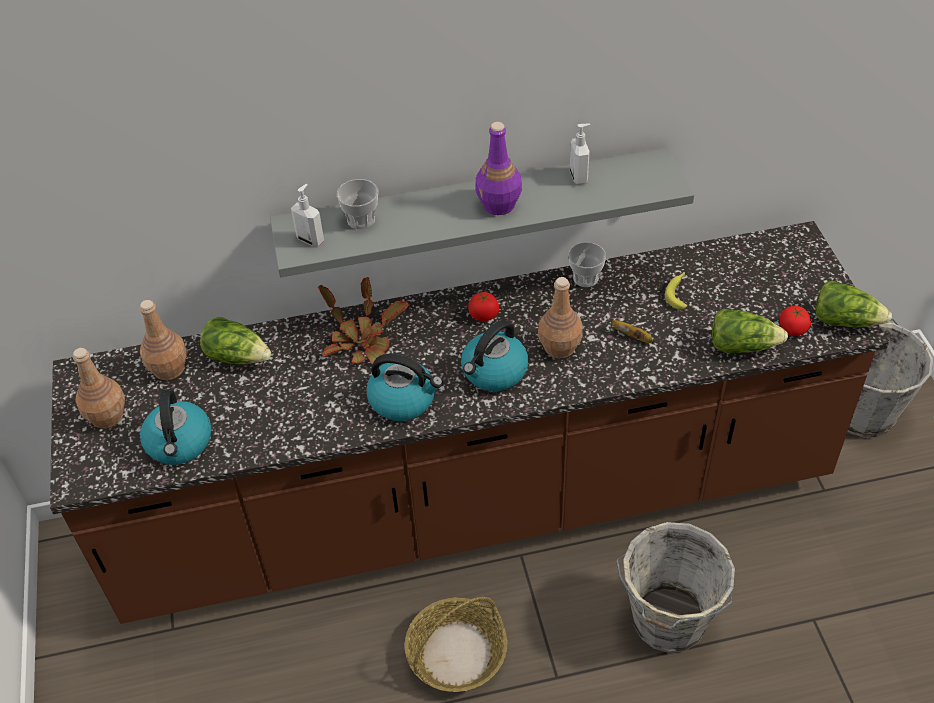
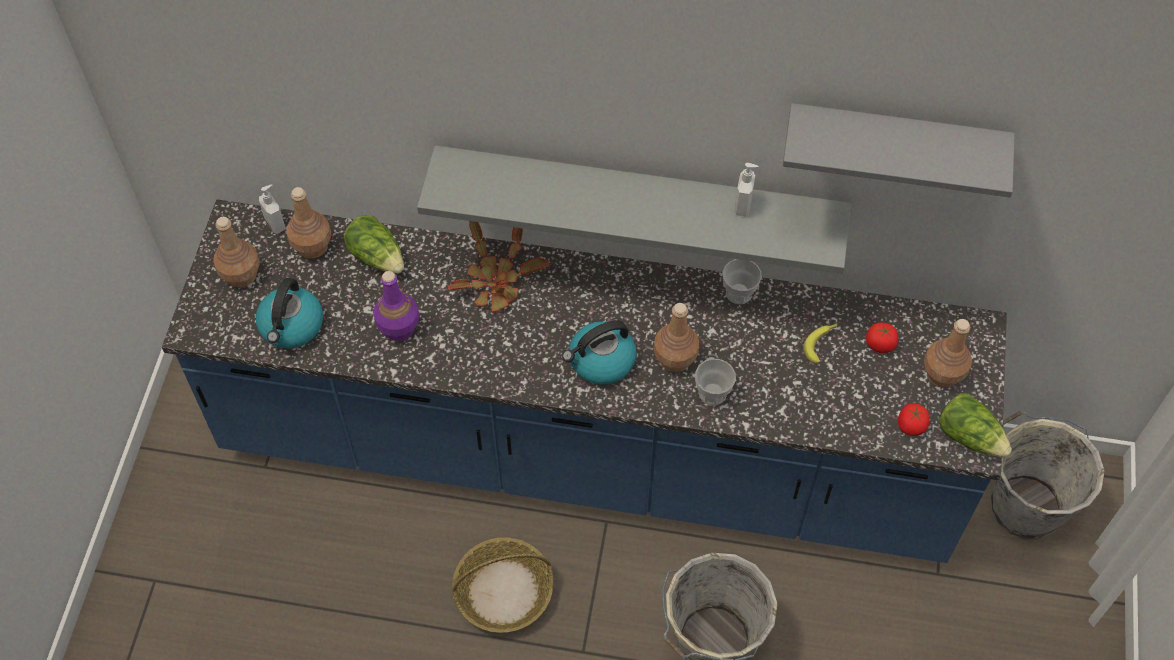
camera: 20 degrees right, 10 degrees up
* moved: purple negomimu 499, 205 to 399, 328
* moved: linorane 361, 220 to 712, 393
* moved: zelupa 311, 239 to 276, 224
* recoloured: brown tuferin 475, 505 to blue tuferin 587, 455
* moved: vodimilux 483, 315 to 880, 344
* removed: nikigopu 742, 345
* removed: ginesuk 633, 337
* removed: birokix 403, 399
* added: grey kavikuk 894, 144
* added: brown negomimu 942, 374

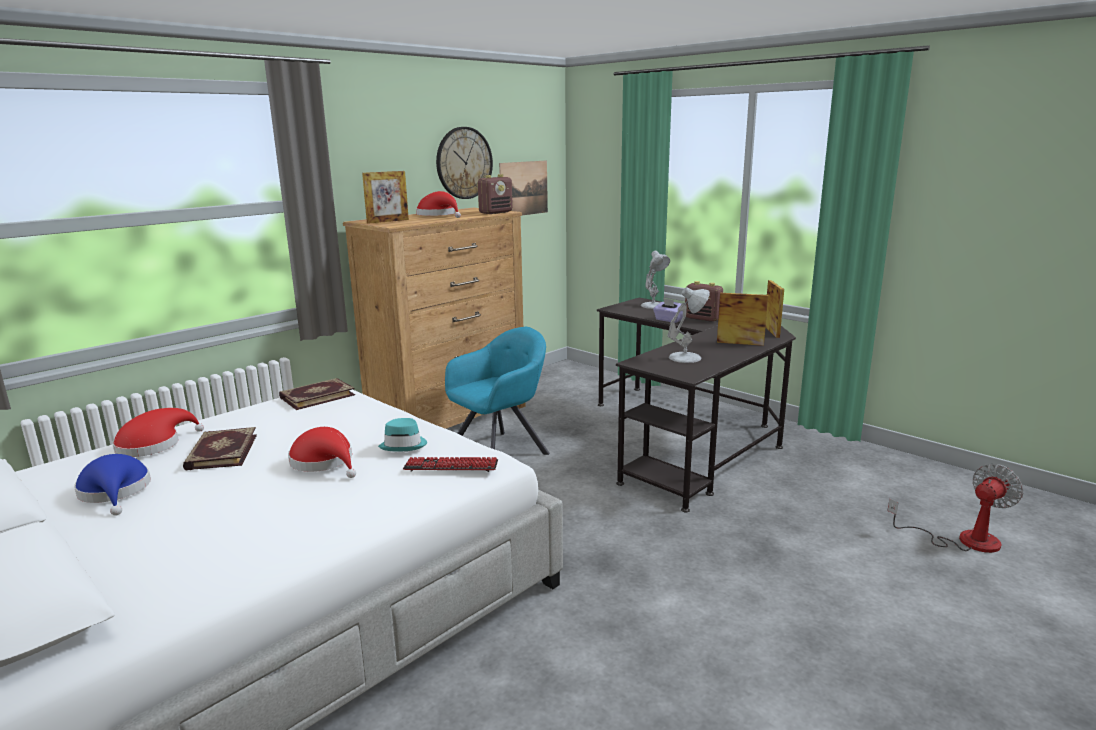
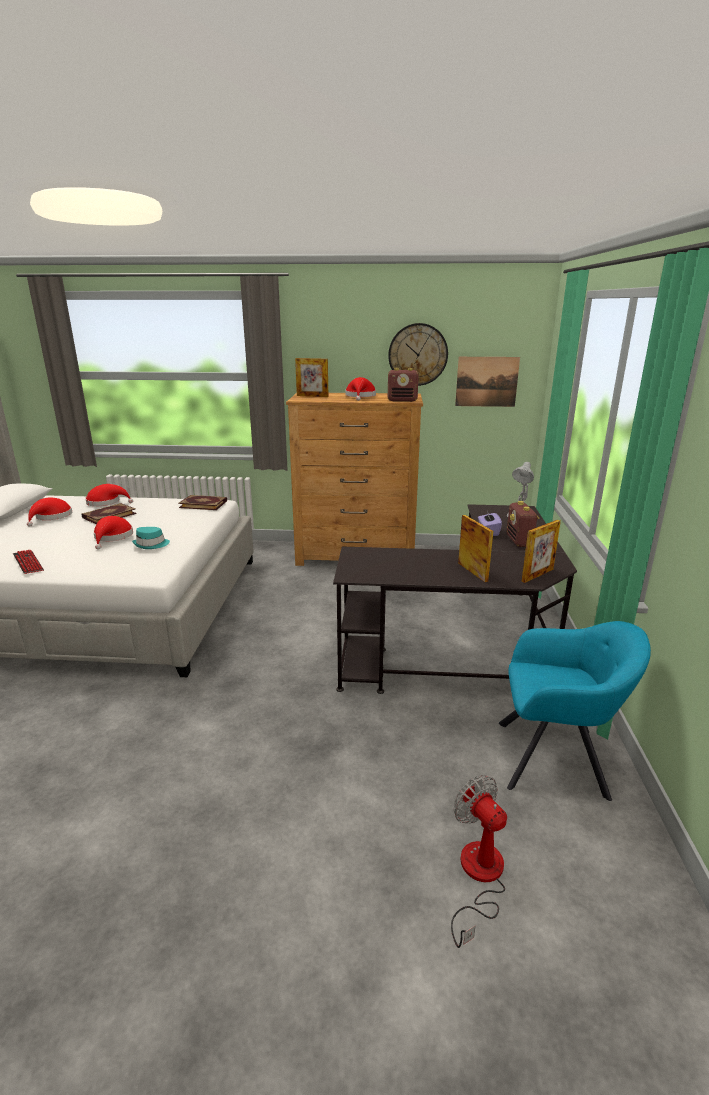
camera: 50 degrees right, 5 degrees up
* removed: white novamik 686, 357
* moved: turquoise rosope 500, 452 to 556, 758
* recoloured: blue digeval 115, 492 to red digeval 52, 517
* moved: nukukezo 451, 466 to 28, 563
* turned: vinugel 963, 540 = 478, 877 135 degrees counterclockwise

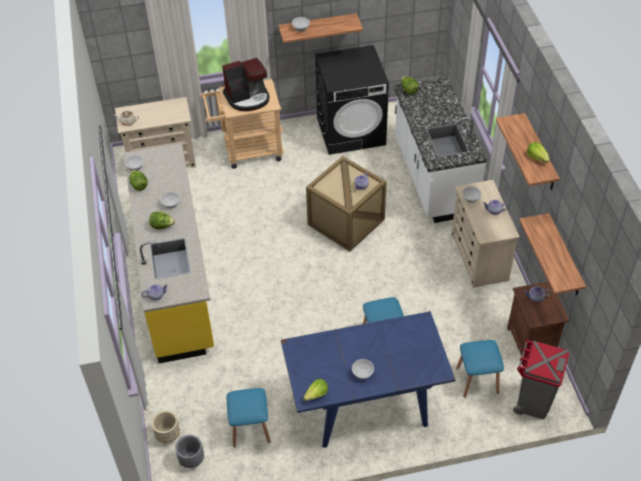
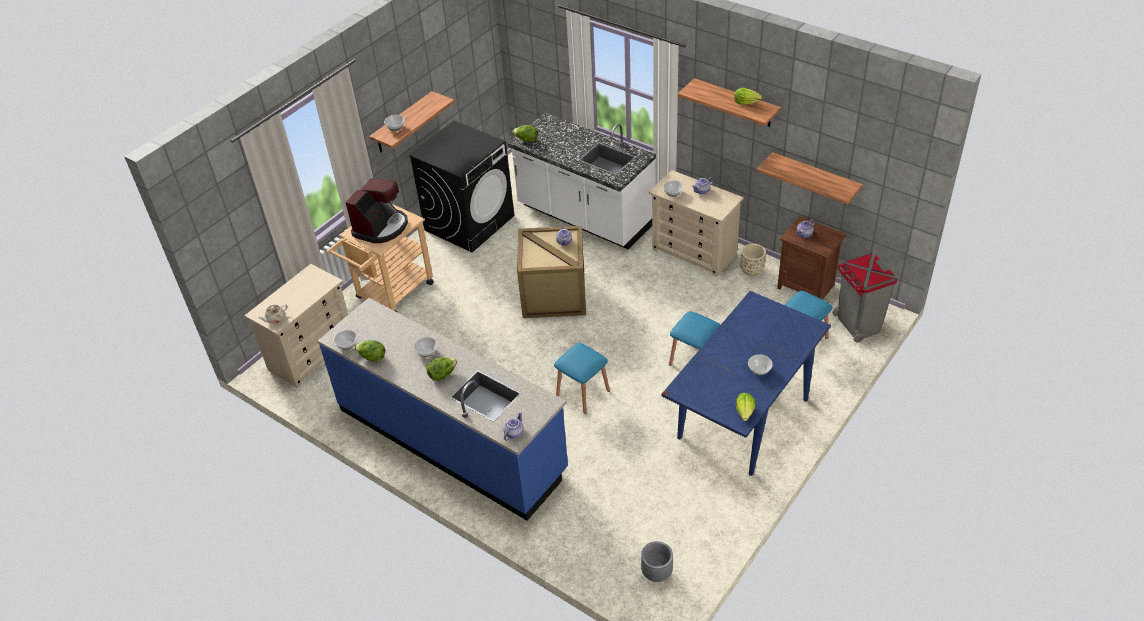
camera: 40 degrees left, 5 degrees down
* recoloured: yellow tuferin 176, 276 to blue tuferin 451, 439
* moved: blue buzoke 250, 428 to 582, 393
* moved: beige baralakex 168, 435 to 751, 270

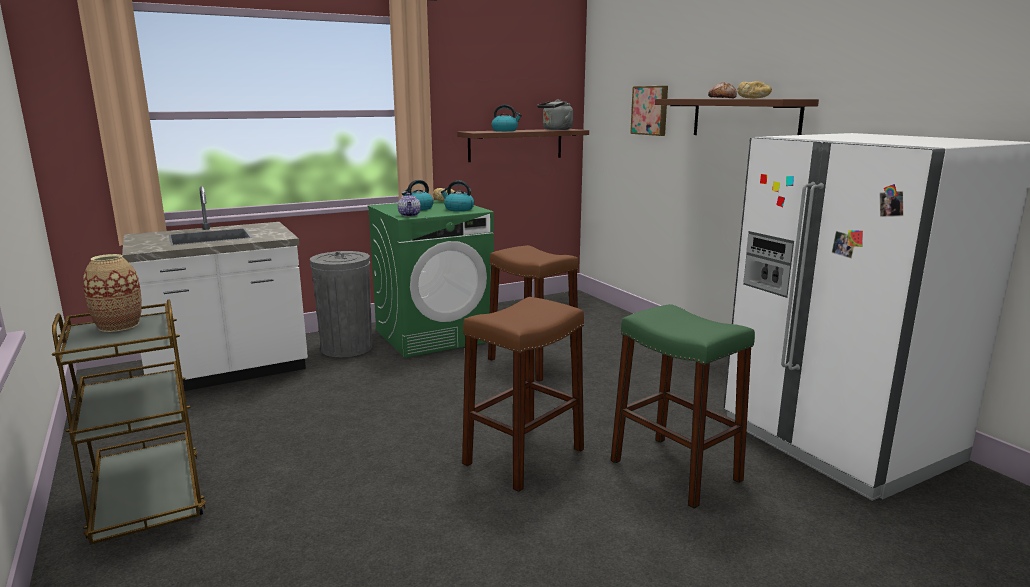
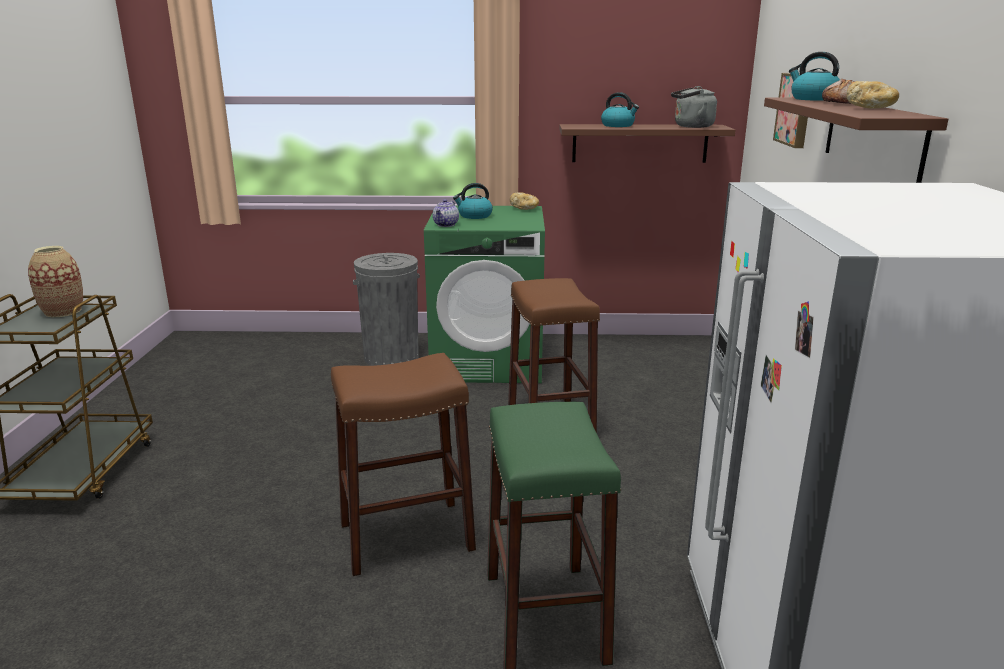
camera: 30 degrees right, 5 degrees up
* moved: birokix 458, 209 to 813, 99
* removed: white tuferin 228, 371

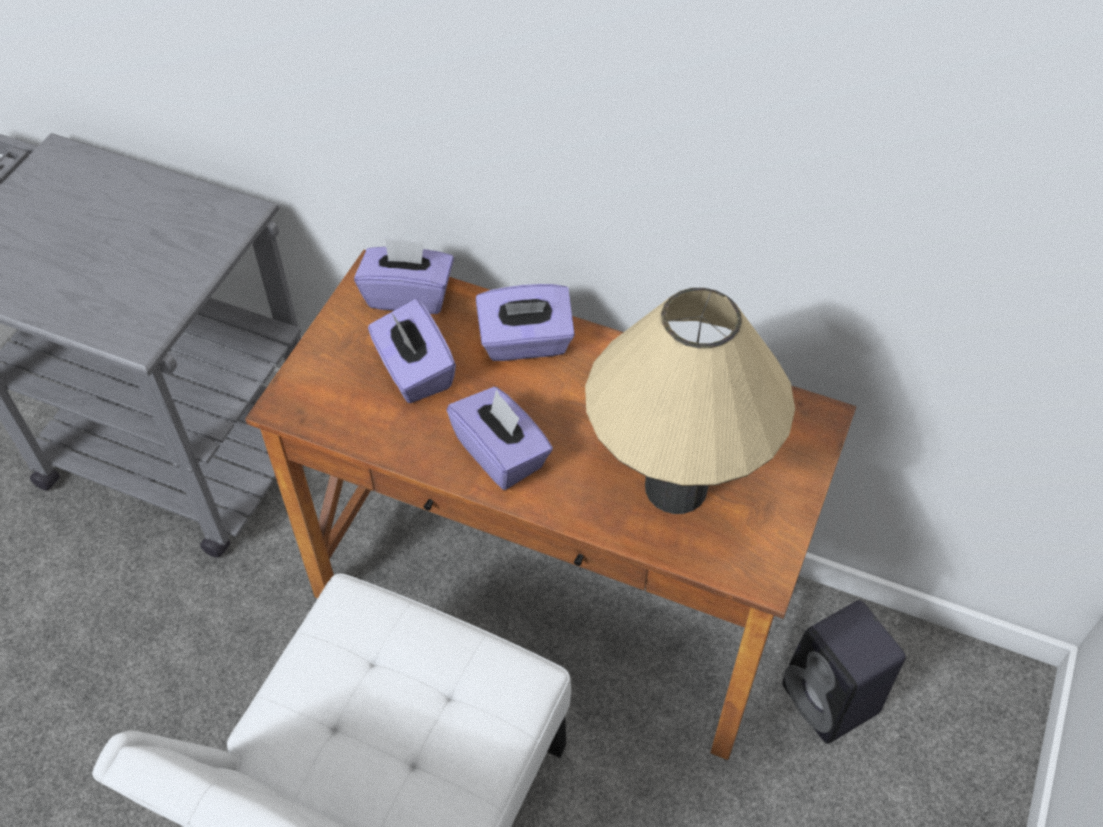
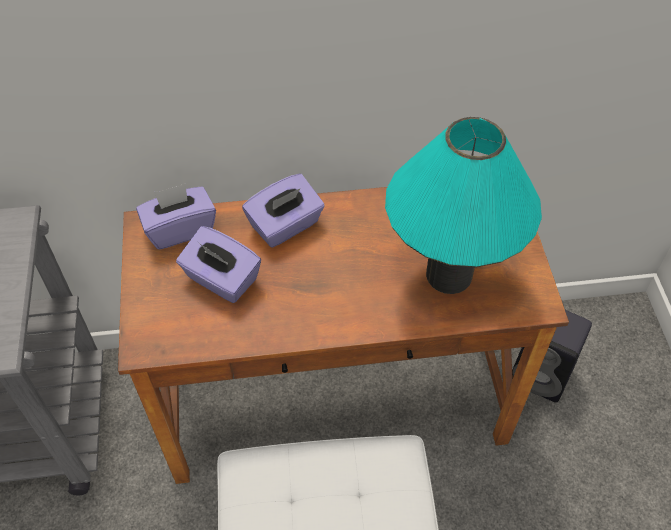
camera: 30 degrees left, 0 degrees up
* recoloured: beige novamik 676, 487 to turquoise novamik 449, 275
* removed: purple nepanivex 501, 454

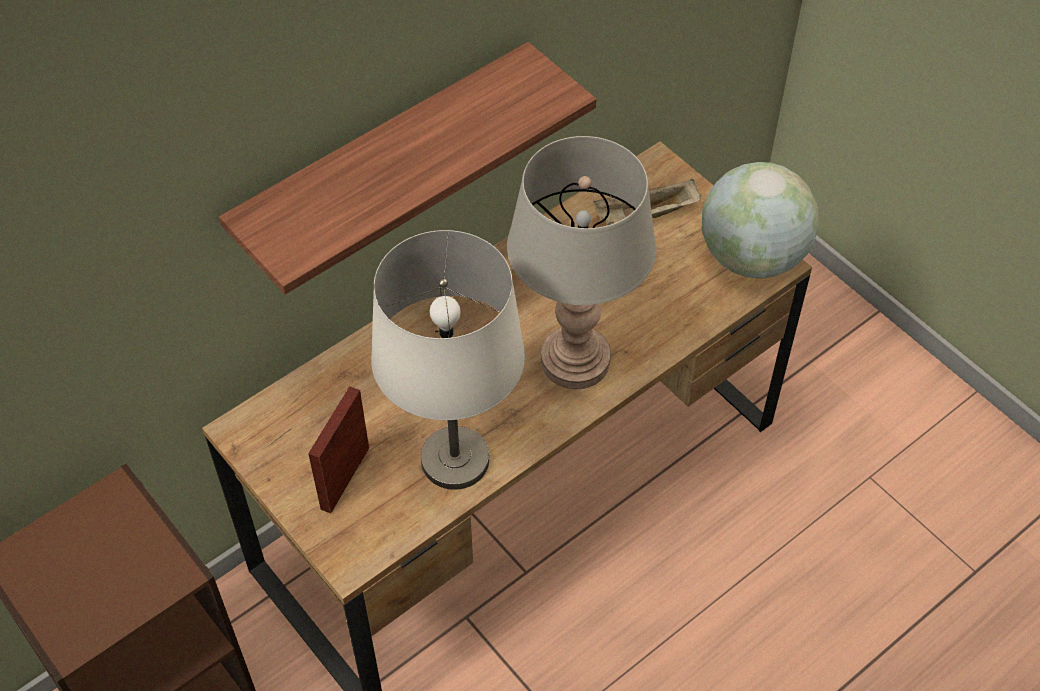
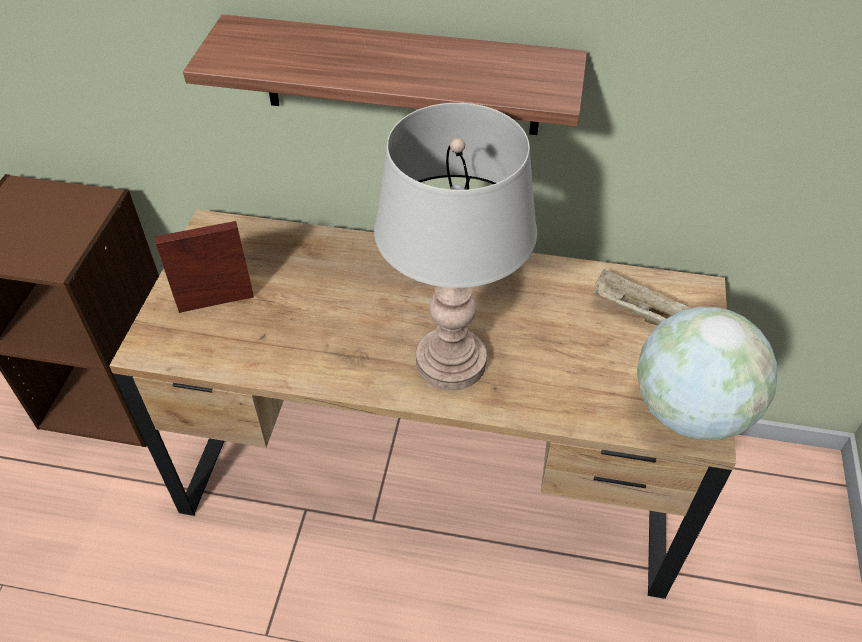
camera: 50 degrees right, 5 degrees down
* removed: white novamik 456, 461

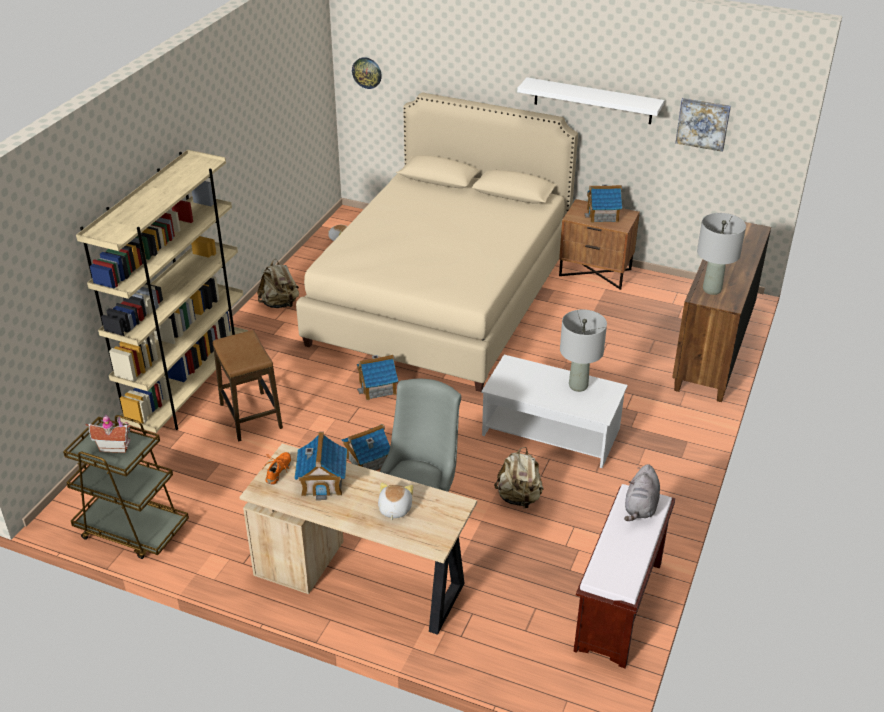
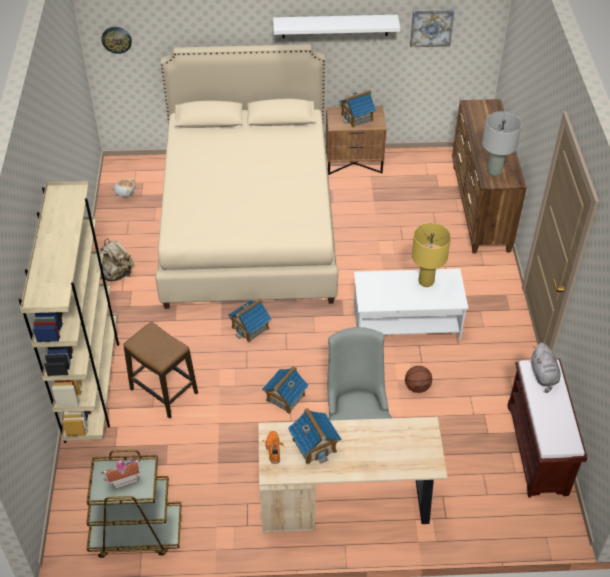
camera: 25 degrees left, 10 degrees up
* recoloured: grey novamik 578, 386 to yellow novamik 426, 282
* replaced: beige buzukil 519, 498 to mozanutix 417, 387
* removed: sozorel 394, 509

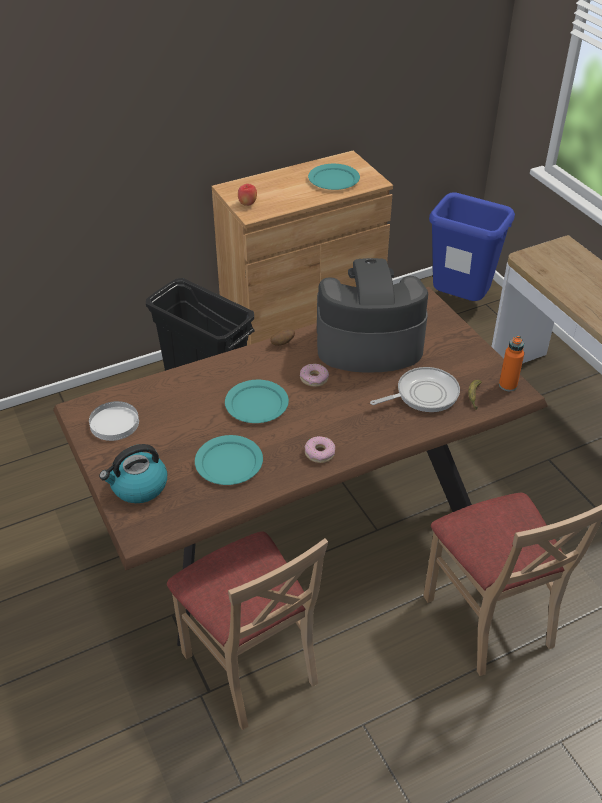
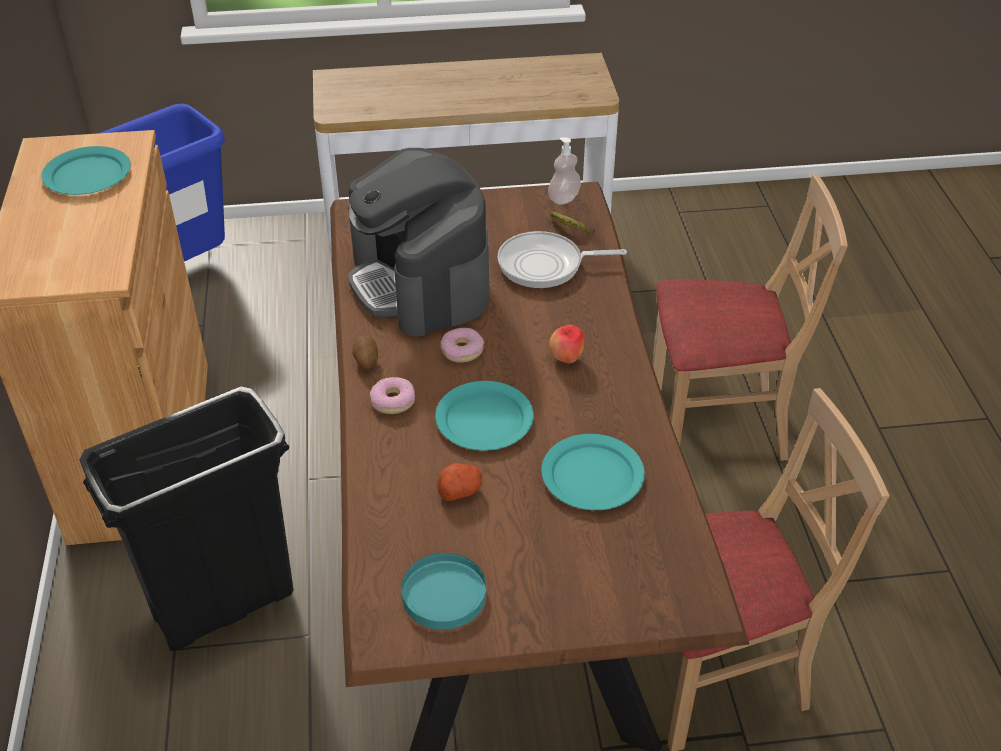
camera: 70 degrees left, 0 degrees up
* moved: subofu 247, 204 to 566, 358
* turned: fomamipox 368, 344 = 420, 283 45 degrees counterclockwise
* replaced: orange negomimu 507, 385 to zelupa 564, 198
* turned: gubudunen 423, 394 = 545, 265 90 degrees counterclockwise
* recoloured: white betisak 114, 423 to turquoise betisak 443, 594
* moved: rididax 319, 453 to 393, 401
* removed: birokix 138, 487
* added: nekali 460, 490

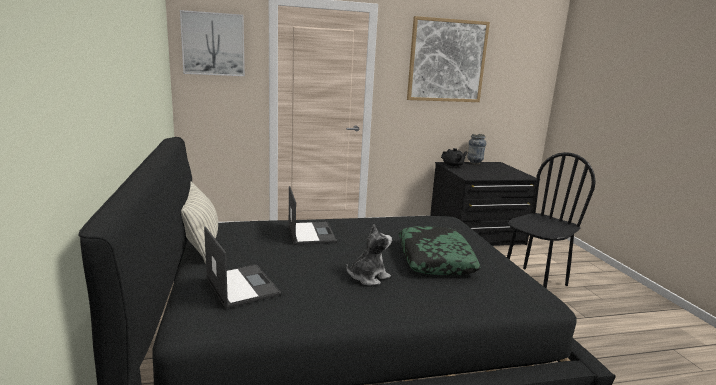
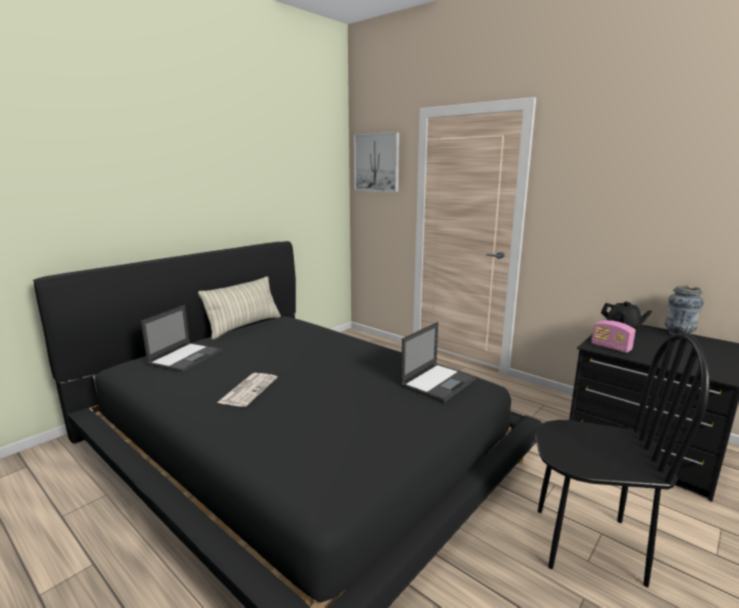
camera: 55 degrees right, 0 degrees up
* removed: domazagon 447, 61
* moved: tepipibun 311, 233 to 439, 382
* replaced: sozorel 368, 277 to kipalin 248, 390
* removed: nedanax 434, 259
* added: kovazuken 611, 347

